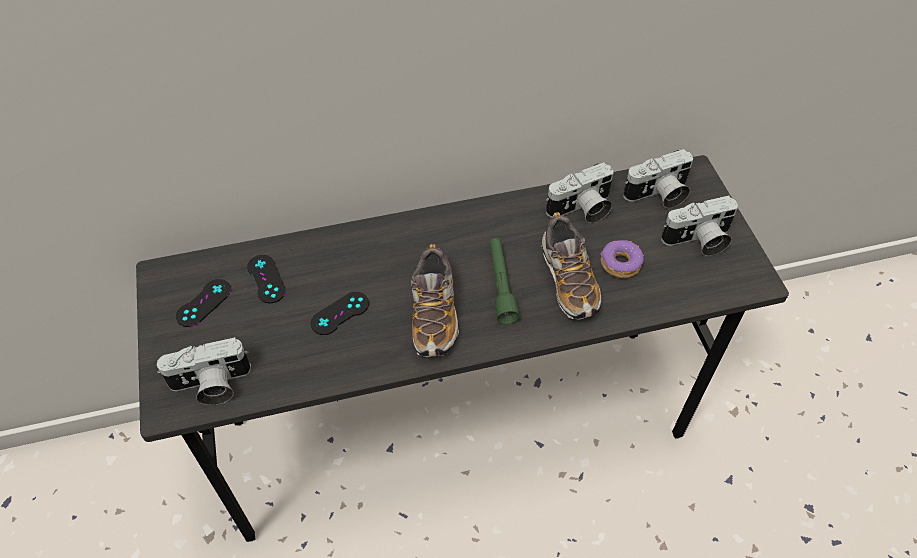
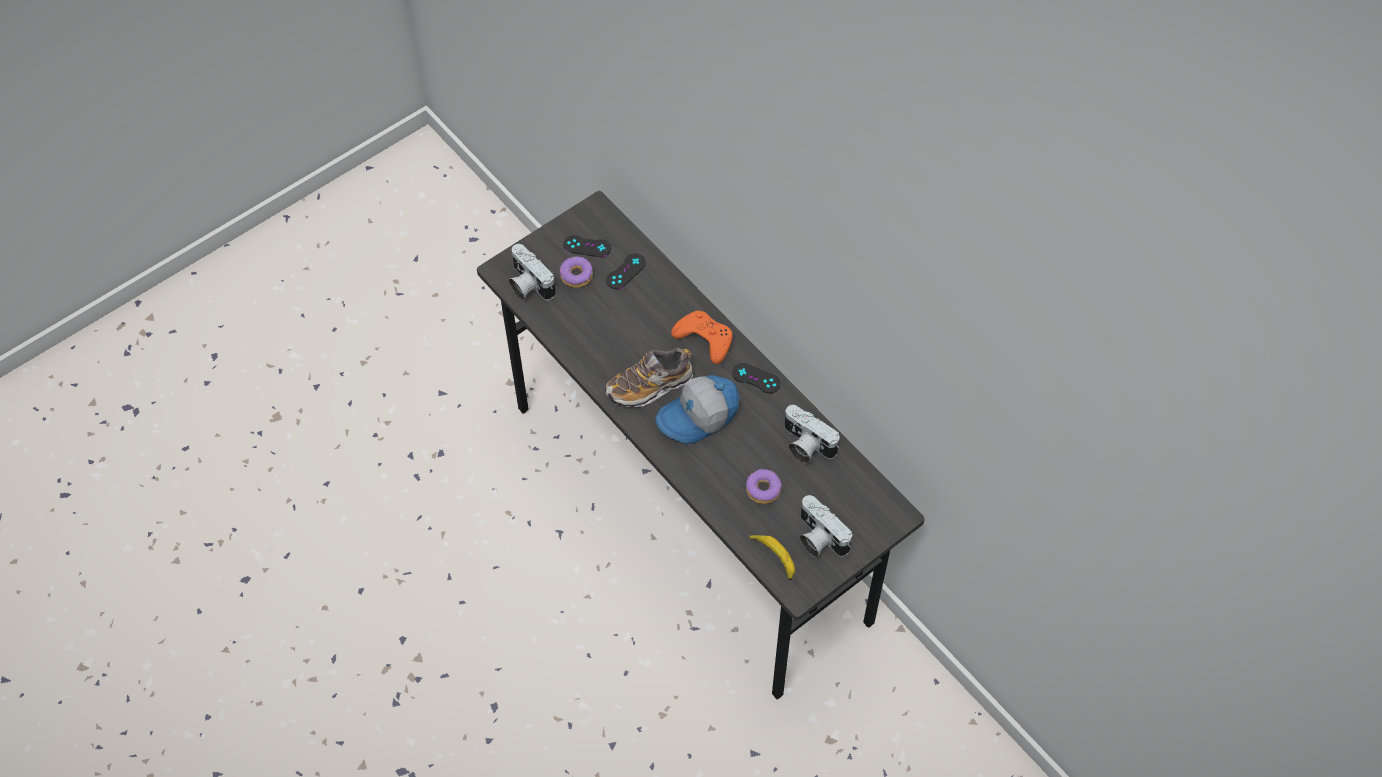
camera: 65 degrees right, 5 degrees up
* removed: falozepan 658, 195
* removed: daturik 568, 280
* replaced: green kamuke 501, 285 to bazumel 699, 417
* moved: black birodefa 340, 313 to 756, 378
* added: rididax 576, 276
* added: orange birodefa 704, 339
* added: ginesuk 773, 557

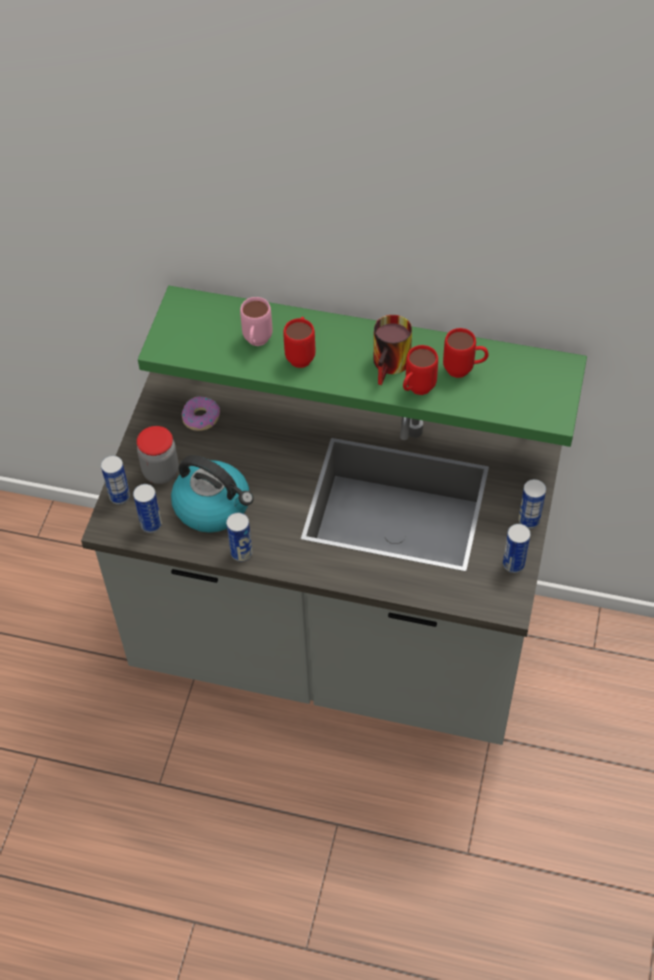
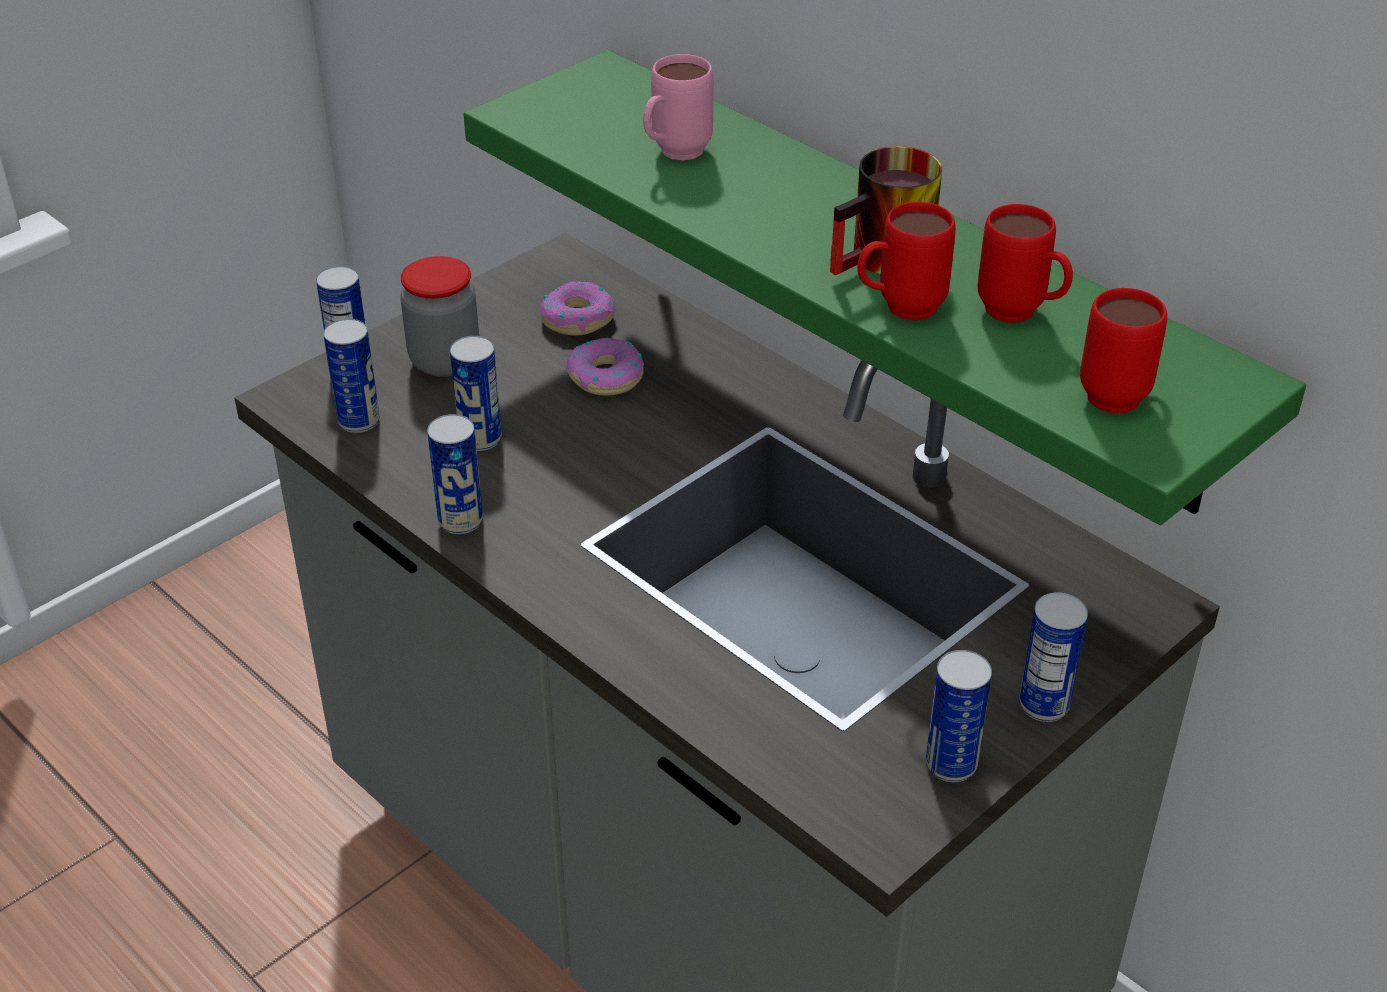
camera: 30 degrees right, 15 degrees down
* moved: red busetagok 301, 355 to 1120, 392
* replaced: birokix 214, 506 to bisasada 480, 439
* added: rididax 605, 377

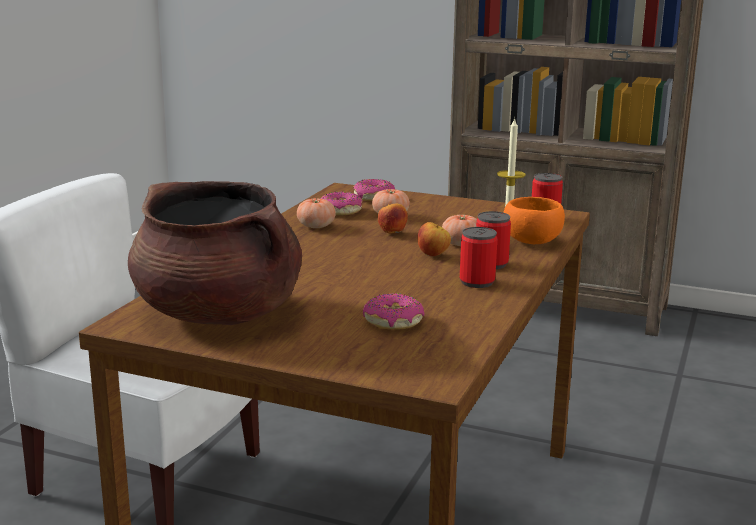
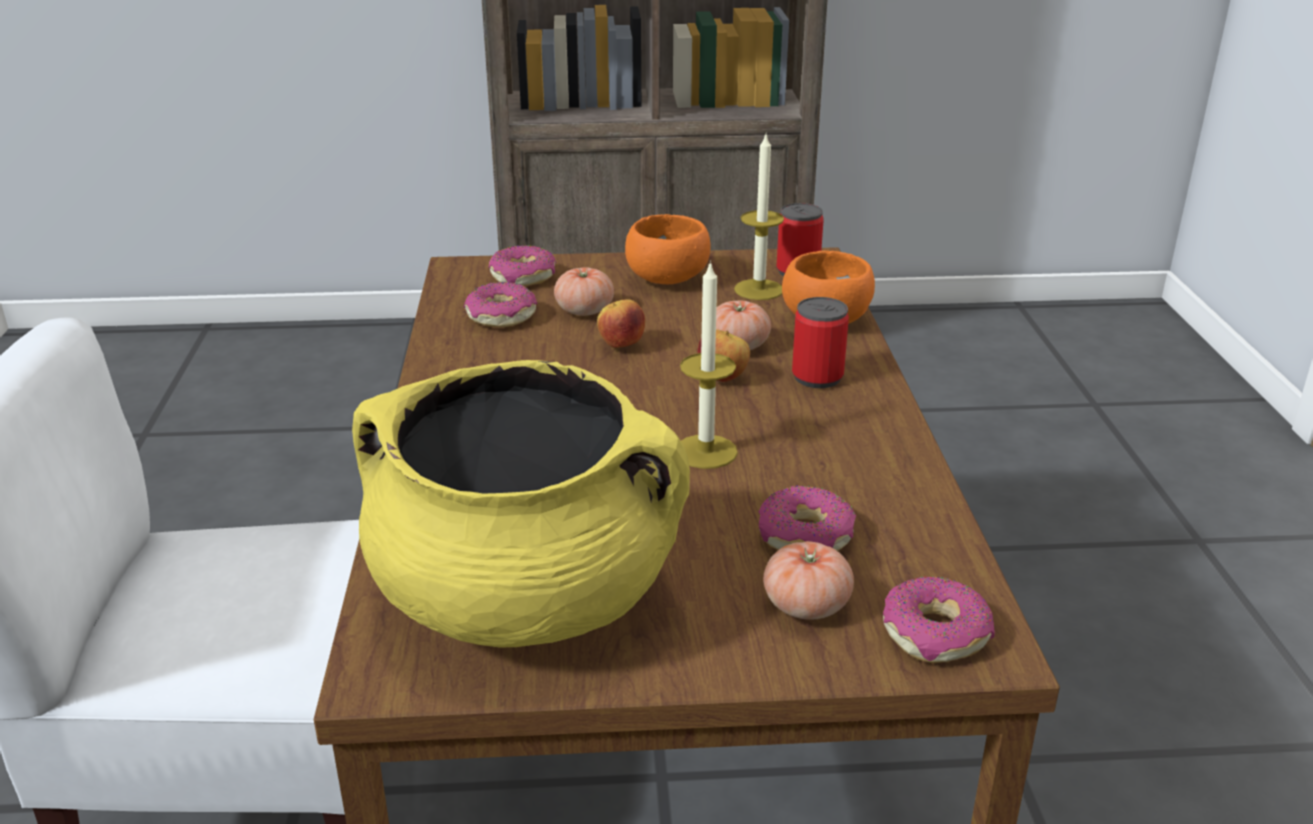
camera: 25 degrees left, 10 degrees up
* recoloured: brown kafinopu 219, 314 to yellow kafinopu 527, 598
* moved: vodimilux 316, 226 to 806, 605
* removed: bisasada 477, 282
* added: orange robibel 669, 279
* added: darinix 705, 451
* added: rididax 936, 634

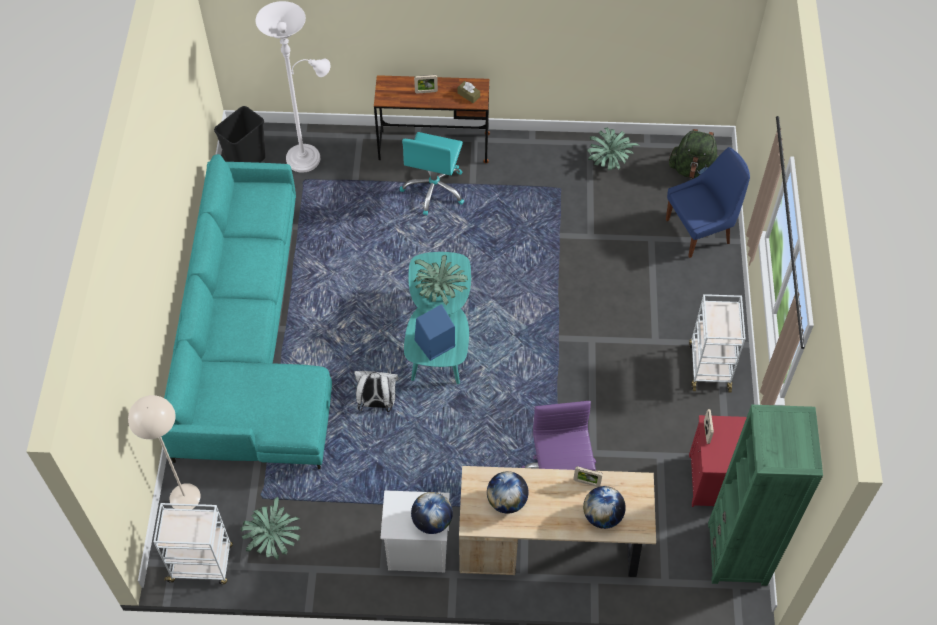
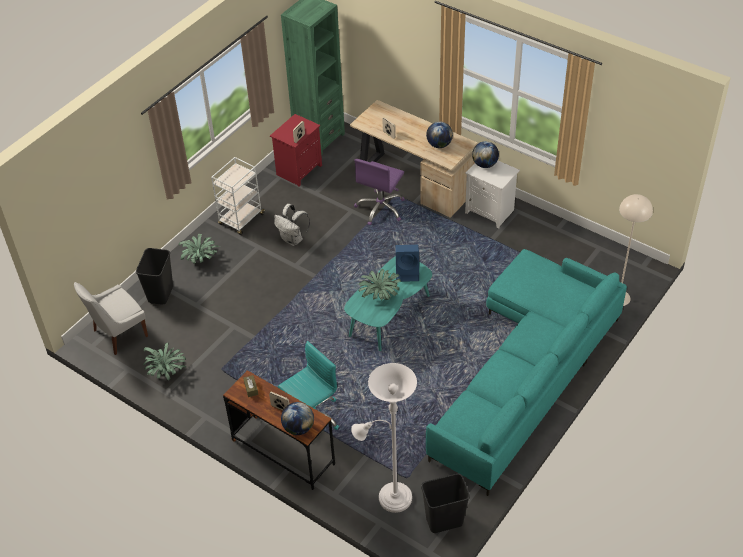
camera: 145 degrees left, 10 degrees down
* replaced: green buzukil 693, 170 to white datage 118, 334
* replaced: blue datage 700, 231 to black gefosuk 160, 294
* moved: white buzukil 377, 403 to 293, 239
* moved: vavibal 602, 516 to 298, 428
* moved: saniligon 274, 539 to 200, 258
* removed: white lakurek 202, 563

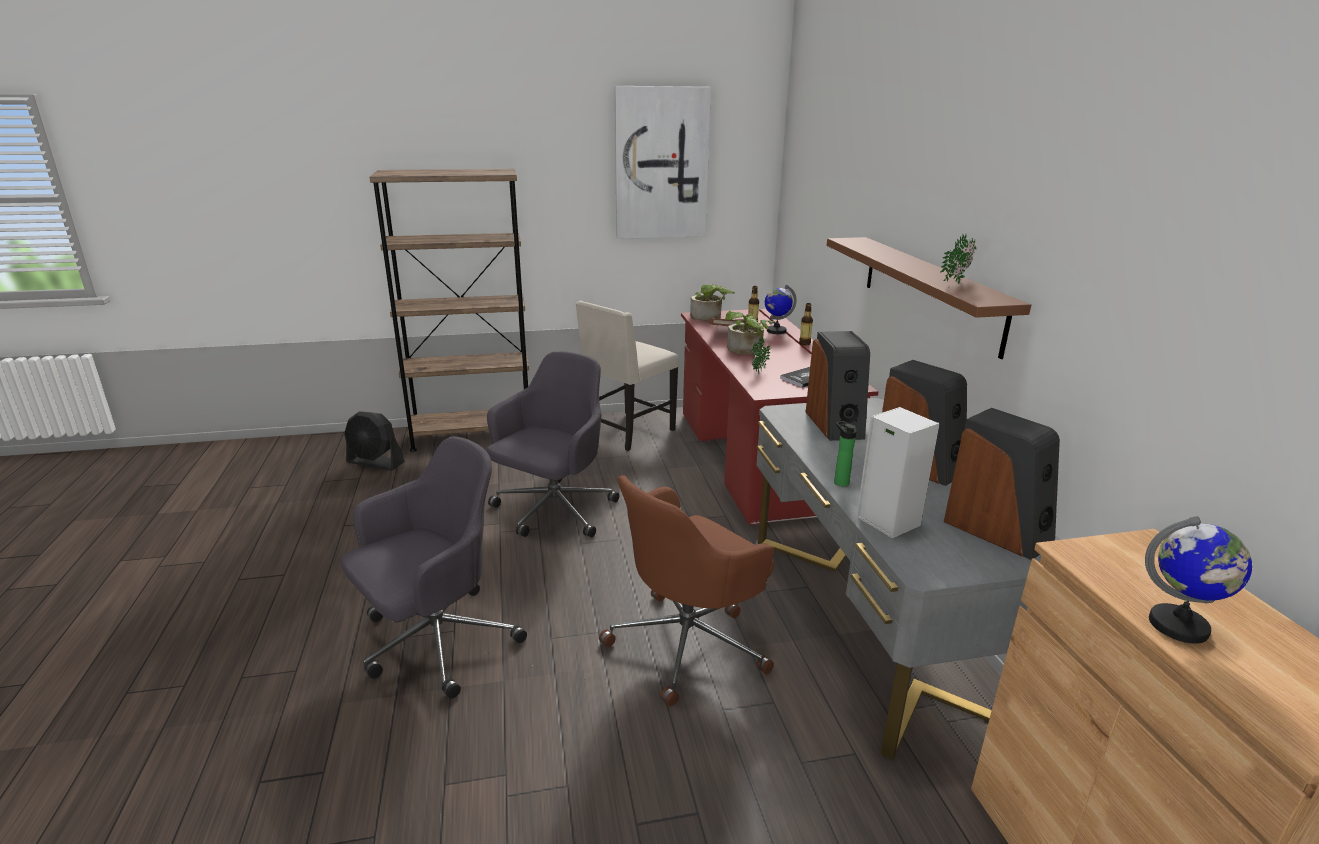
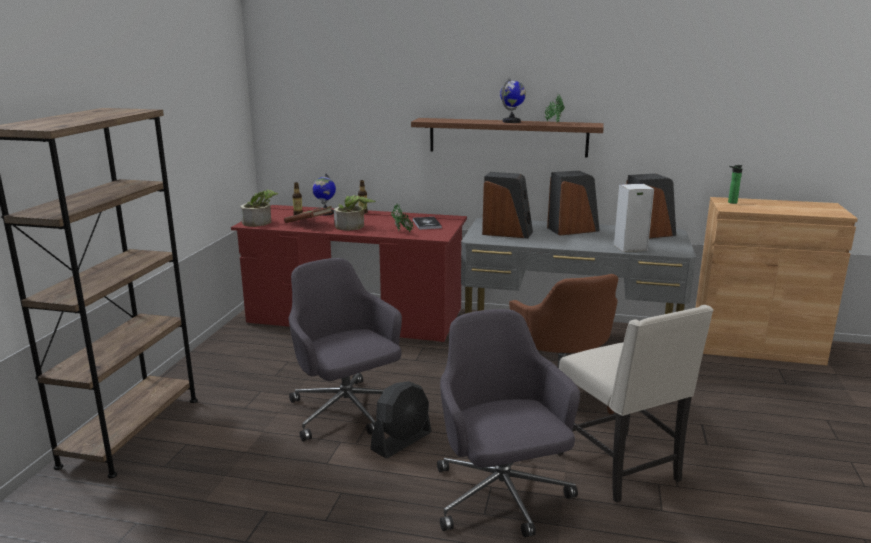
camera: 65 degrees left, 5 degrees down
* removed: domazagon 661, 164
* moved: beige datage 627, 432 to 620, 468
* moved: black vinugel 375, 462 to 402, 441
* moved: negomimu 839, 482 to 731, 202
* moved: vavibal 1179, 626 to 511, 121

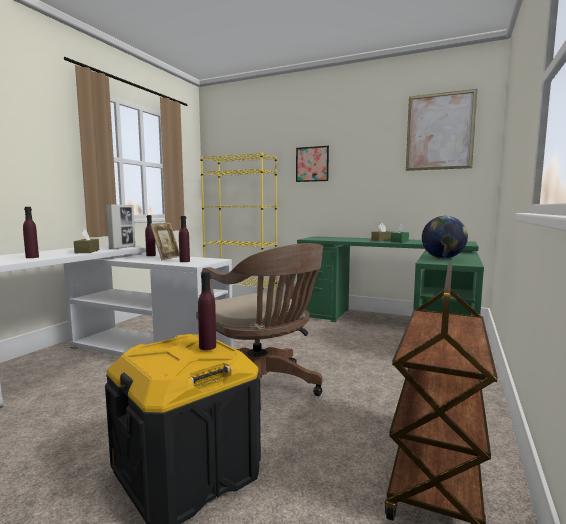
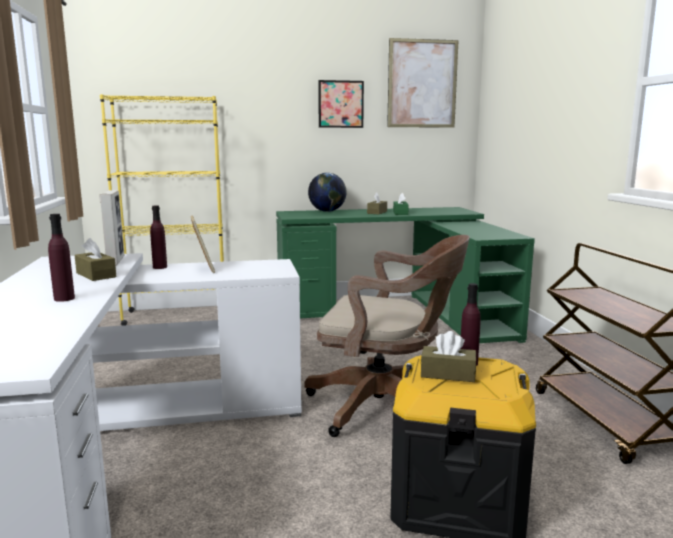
camera: 35 degrees left, 5 degrees up
* moved: domazagon 312, 164 to 340, 104
* removed: purple negomimu 184, 261
* moved: vavibal 443, 258 to 327, 211
* added: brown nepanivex 448, 374

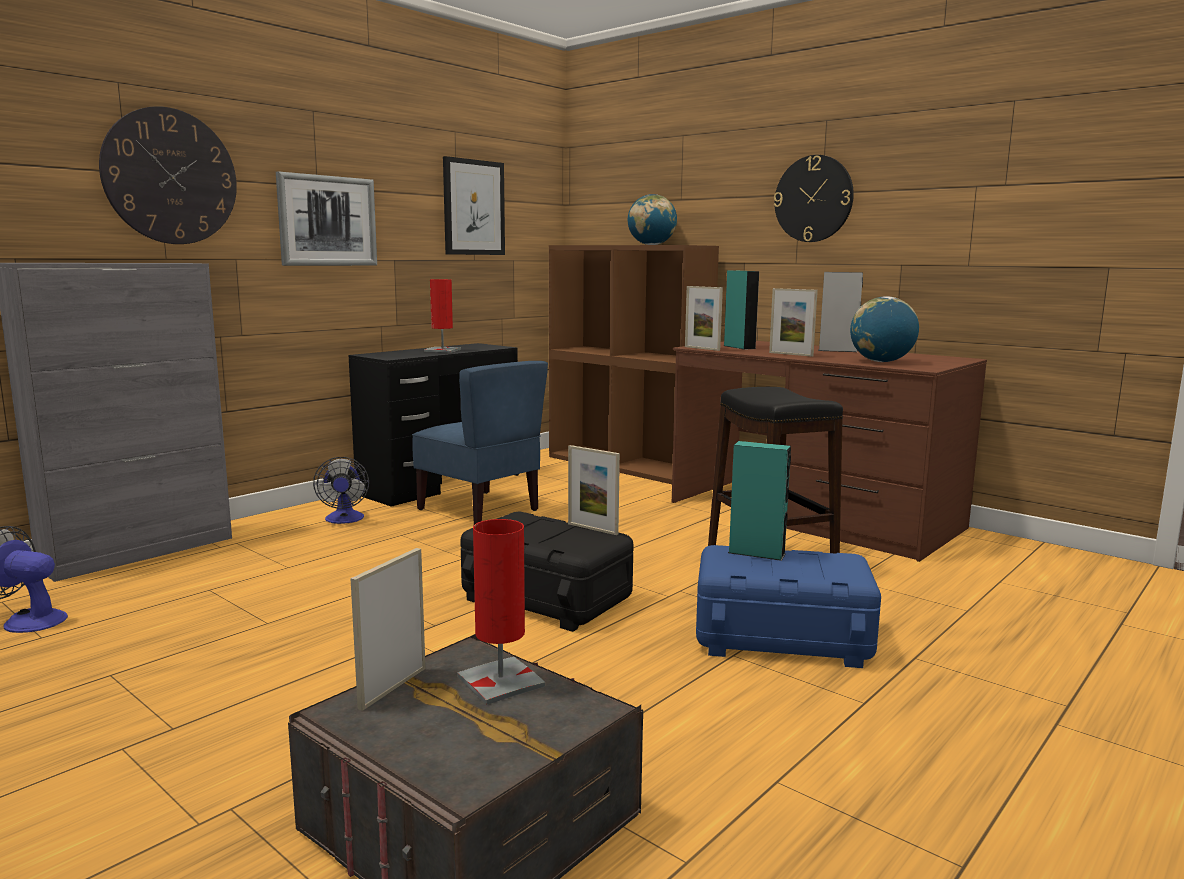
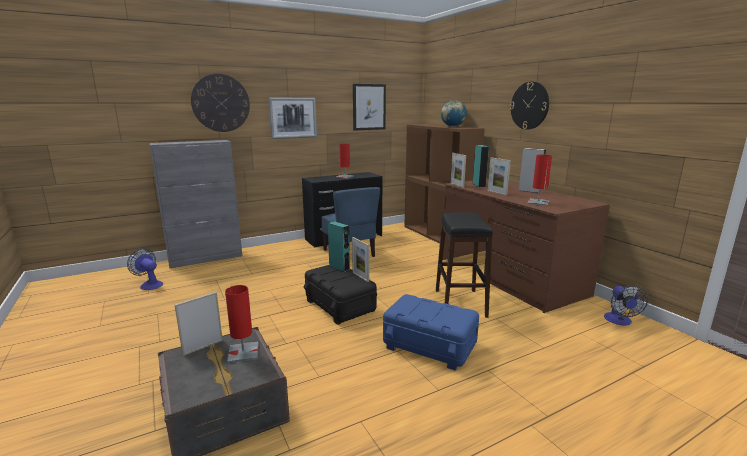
camera: 20 degrees right, 5 degrees up
* replaced: vavibal 881, 362 to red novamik 538, 202
* moved: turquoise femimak 756, 553 to 339, 267
* moved: vinugel 344, 520 to 619, 321

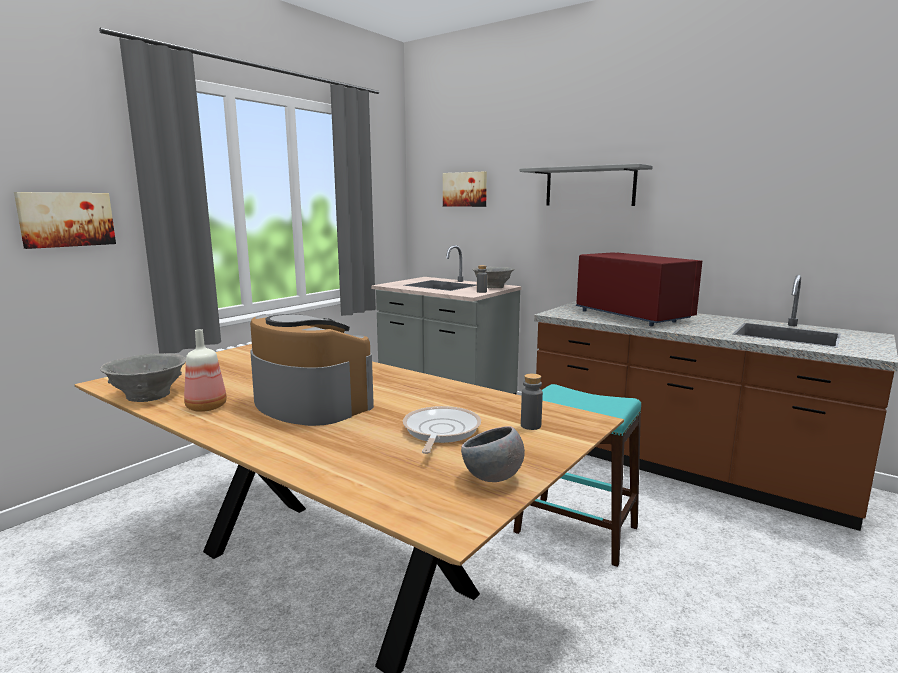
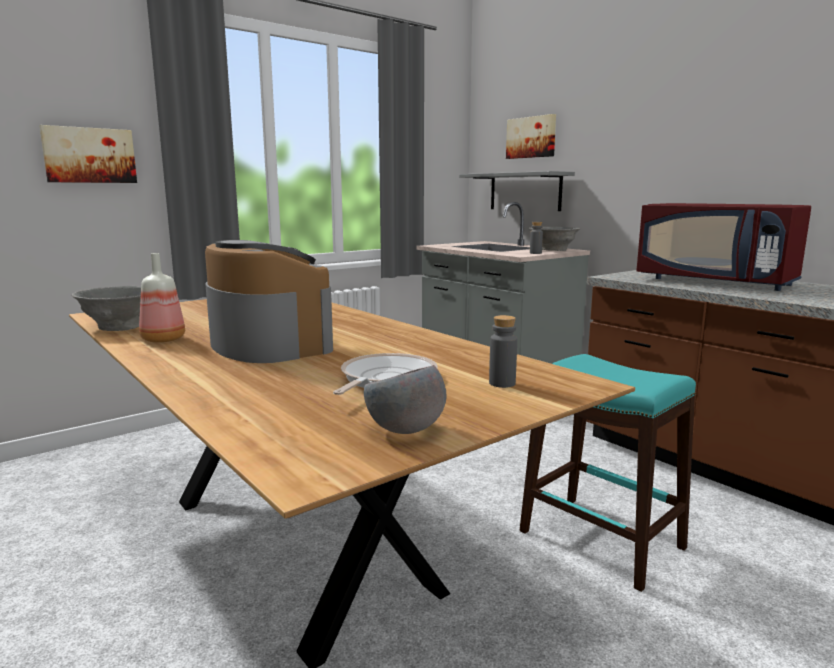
camera: 15 degrees right, 0 degrees up
* moved: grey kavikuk 589, 186 to 525, 191
* turned: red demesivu 631, 316 = 716, 282 150 degrees clockwise

